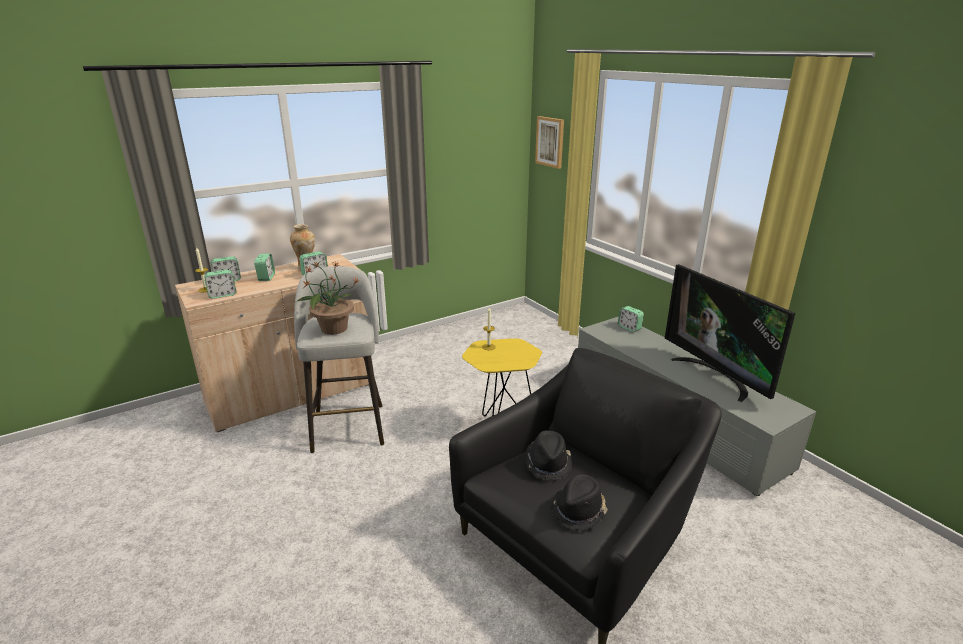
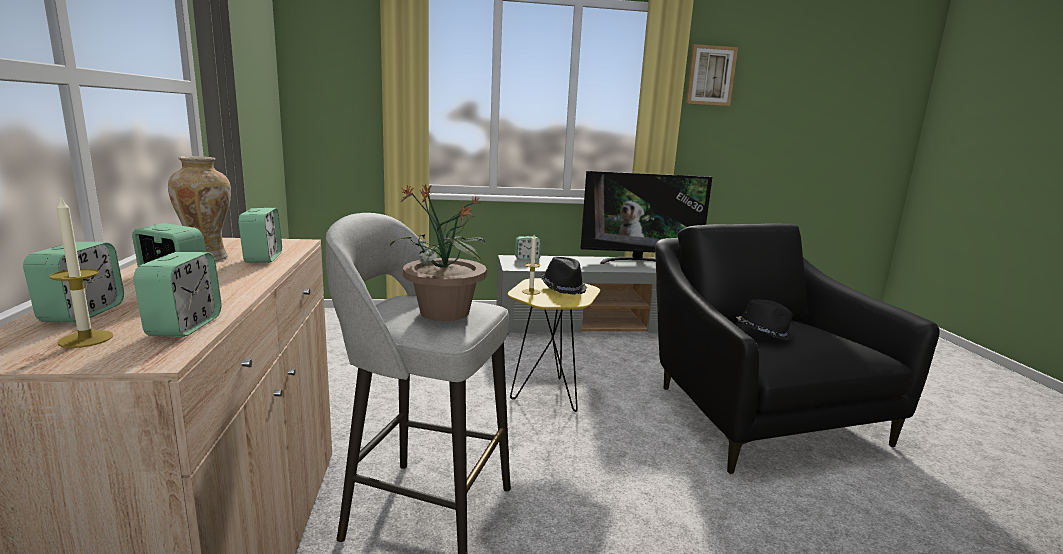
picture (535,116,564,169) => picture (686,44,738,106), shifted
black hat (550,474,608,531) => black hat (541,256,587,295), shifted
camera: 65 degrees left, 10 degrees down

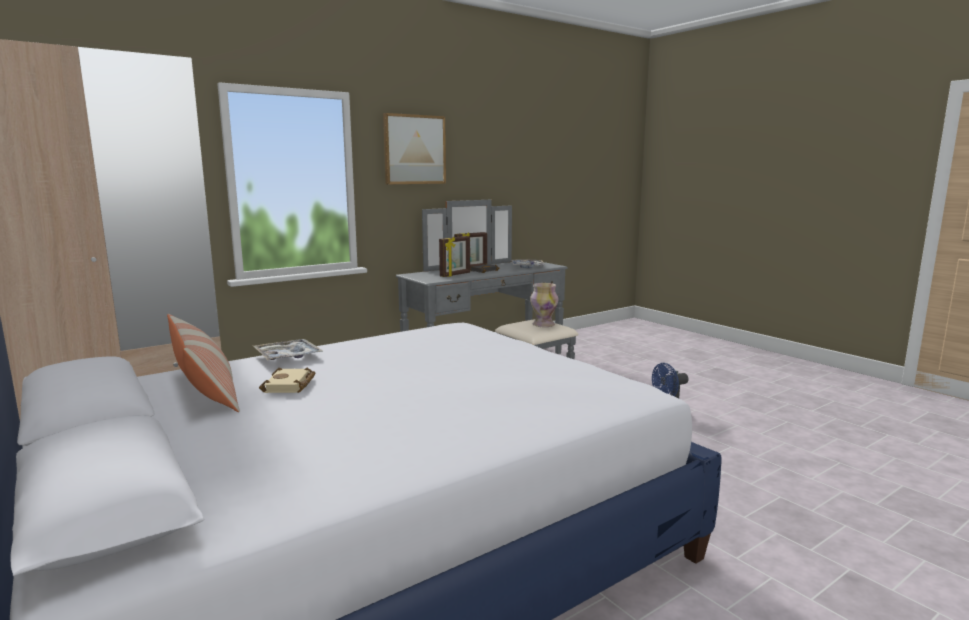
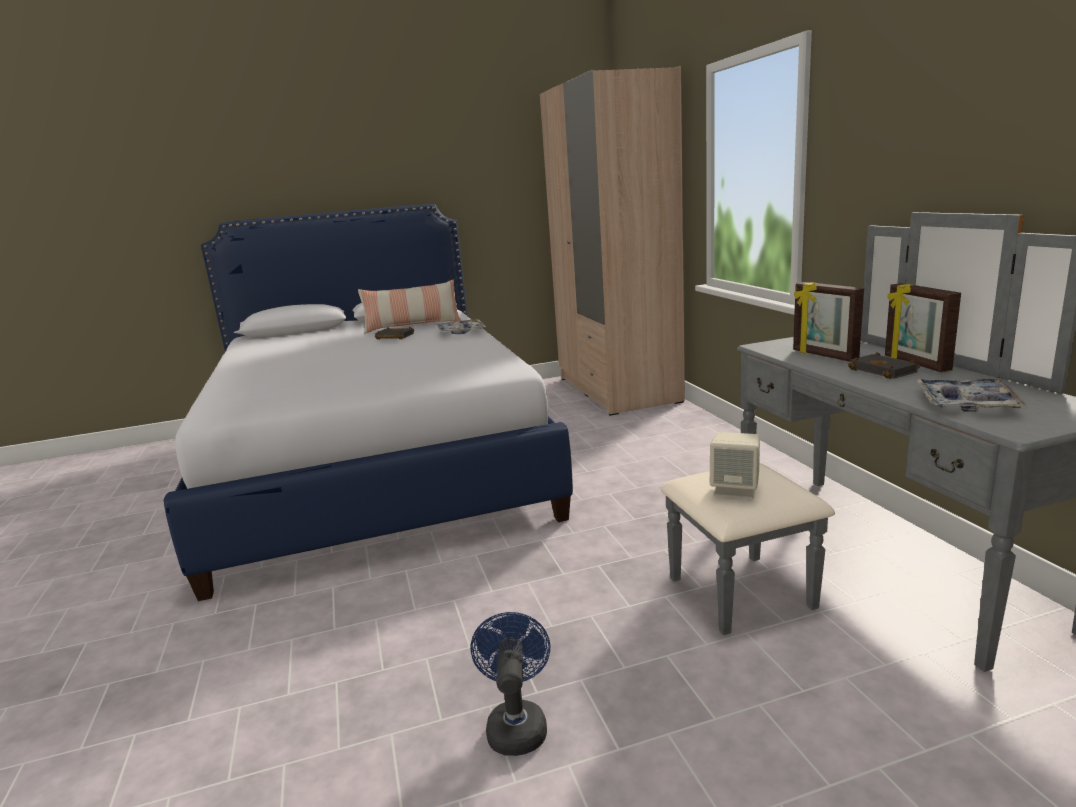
beige book (259,368,315,393) => black book (375,327,414,339)
picture (383,113,446,185) => nothing
vase (530,283,558,327) => beige speaker (710,432,760,499)
camera: 110 degrees right, 5 degrees up

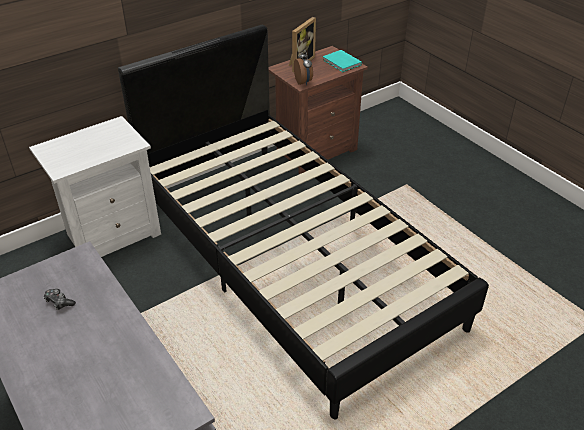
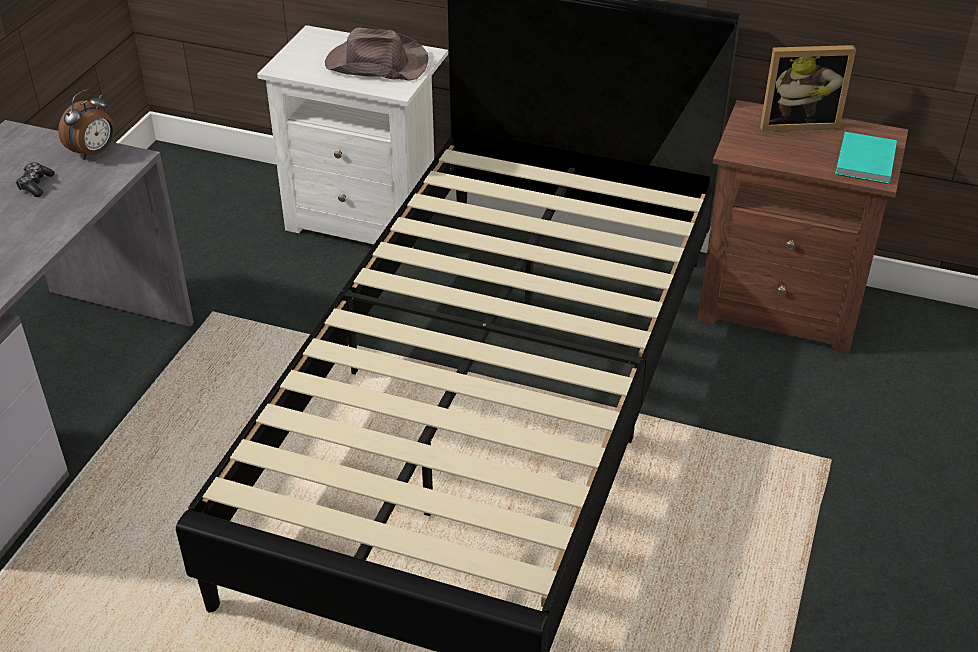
alarm clock (294,50,313,85) => alarm clock (58,89,115,160), shifted
nothing => brown hat (325,28,429,81)
camera: 55 degrees right, 0 degrees up

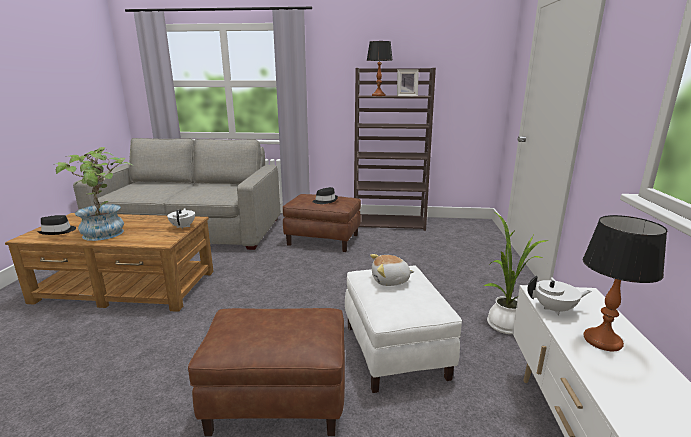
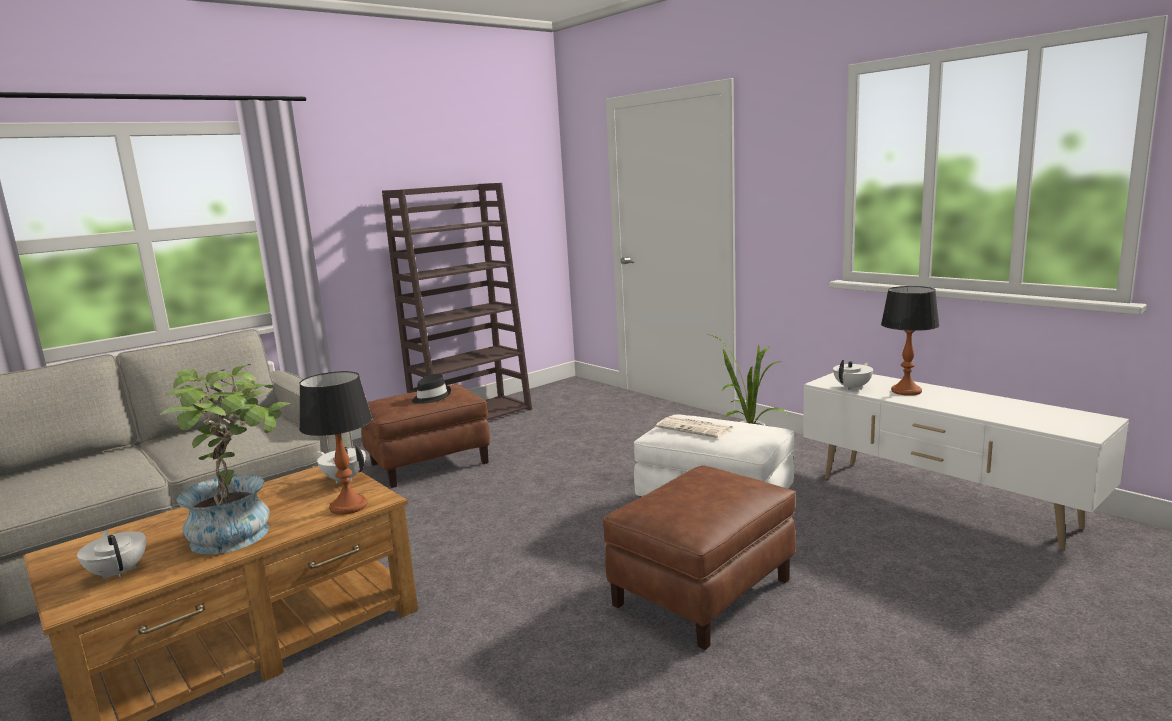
black hat (37,215,76,235) => white teapot (77,530,146,579)
table lamp (367,41,393,96) => table lamp (299,371,373,515), shifted
plush toy (370,254,415,286) => newspaper (656,416,733,438)
picture frame (397,69,419,96) => nothing
camera: 45 degrees left, 5 degrees down

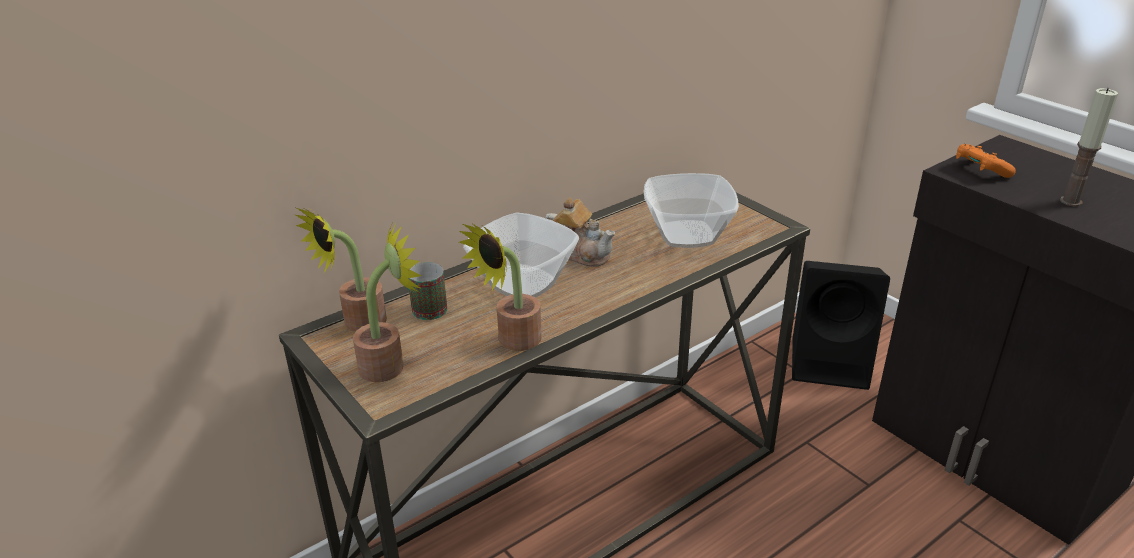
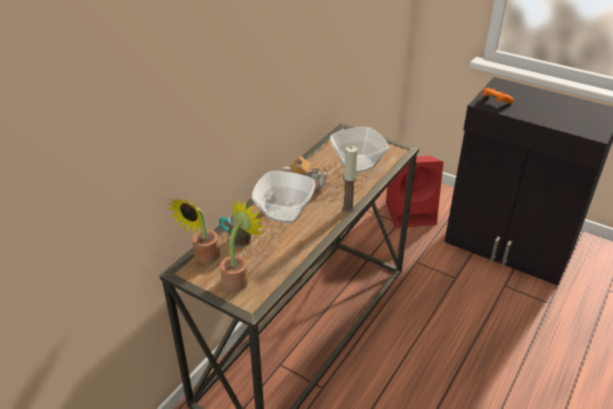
potted plant (459,223,542,351) => nothing
black speaker (792,261,890,390) => red speaker (386,156,443,228)
candle (1060,88,1118,206) => candle (342,146,357,212), shifted
camera: 20 degrees left, 5 degrees up

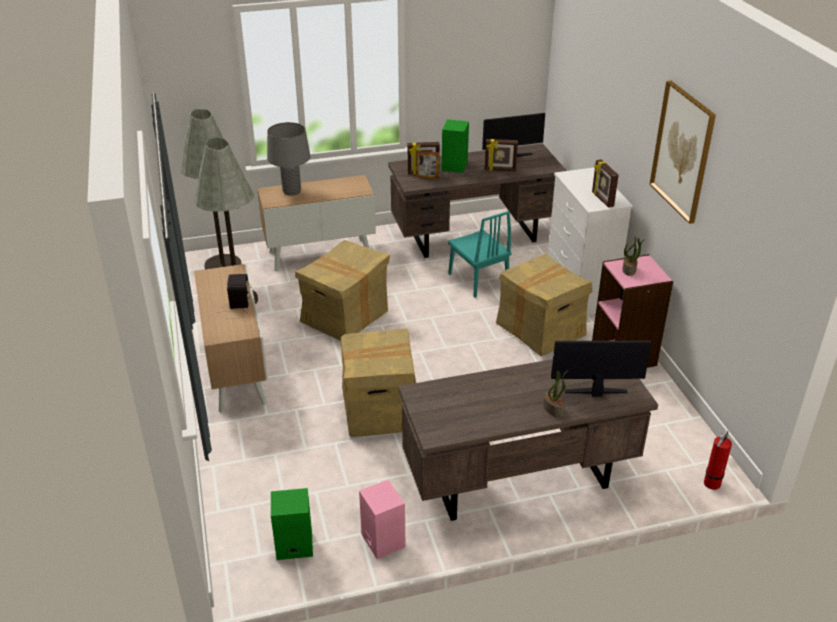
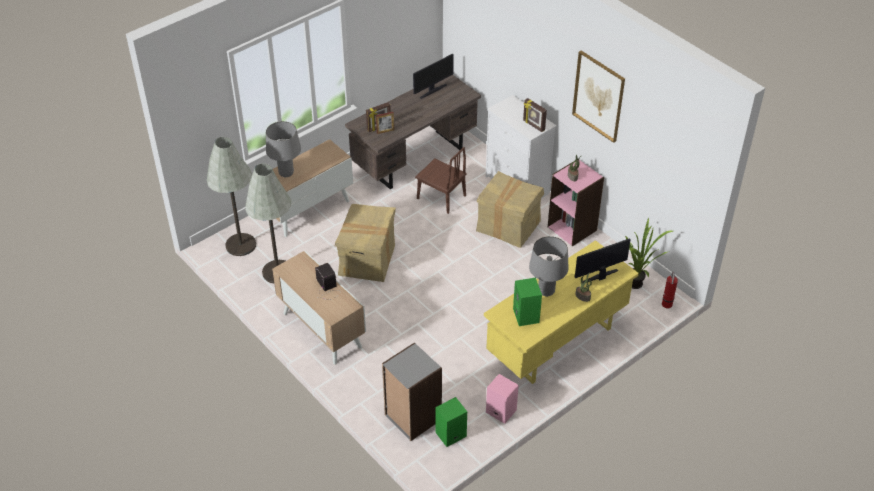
cardboard box (341,328,416,437) => nothing
brown desk (399,359,658,521) => yellow desk (484,240,639,384)
green speaker (442,119,469,173) => green speaker (513,277,542,326), shifted
turquoise chair (448,211,511,298) => brown chair (415,147,466,214)
picture frame (485,139,518,171) => nothing
nothing => grey bookcase (382,342,442,441)
nothing => grey table lamp (529,236,569,297)
nothing => potted plant (625,218,673,289)
camera: 25 degrees left, 10 degrees up

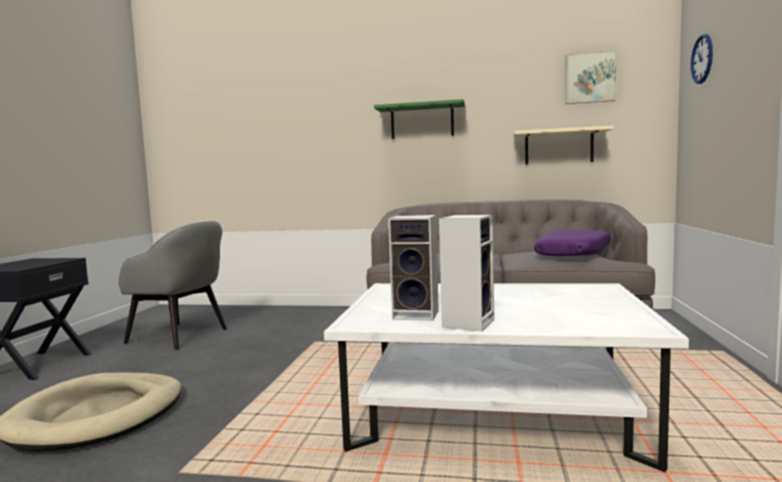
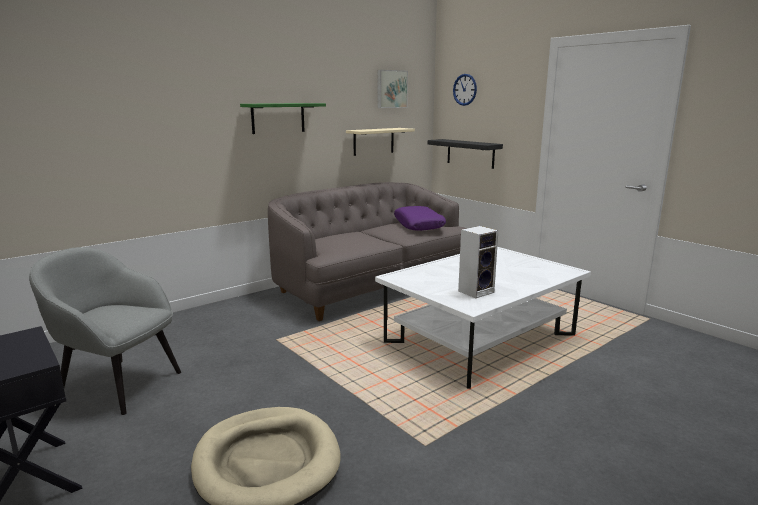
grey armchair (119,221,227,350) => grey armchair (29,247,181,415), 135 degrees counterclockwise
speaker (439,215,494,332) => nothing
nothing => black shelf (428,139,503,169)
camera: 50 degrees left, 10 degrees up

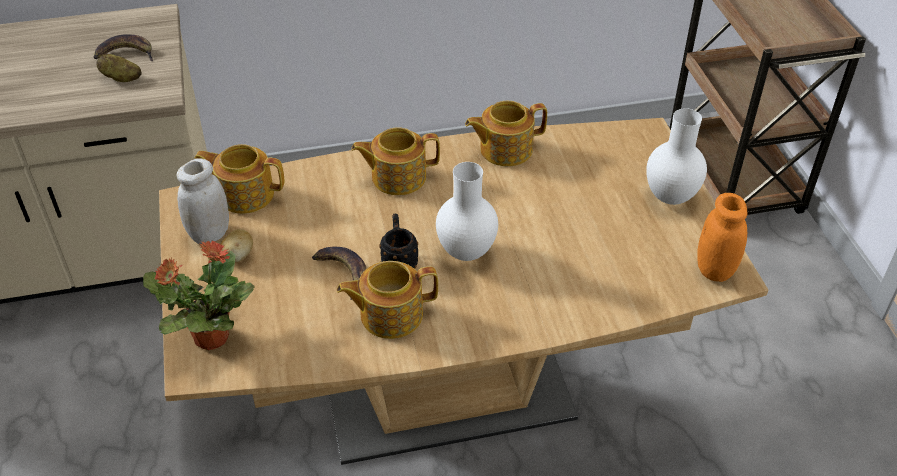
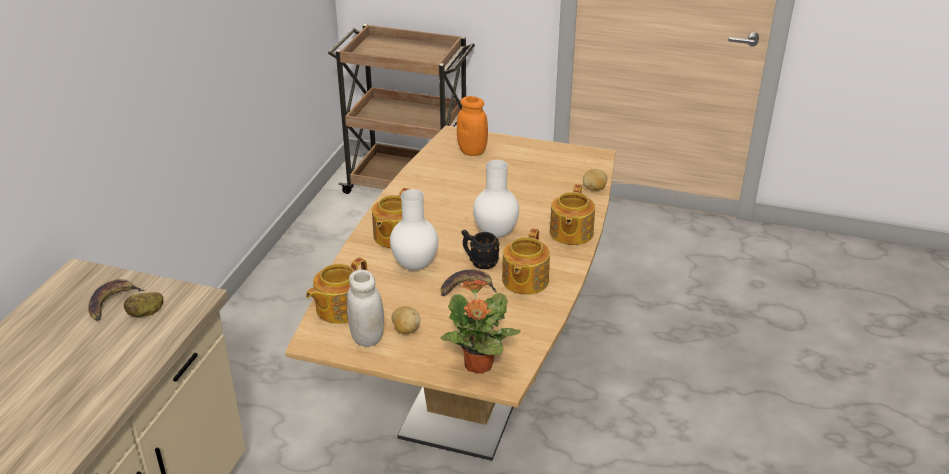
teapot (465,101,547,166) => teapot (550,184,595,245), shifted
white vase (646,108,707,205) => white vase (390,189,438,271), shifted
orange jar (697,193,747,282) => orange jar (457,96,488,156), shifted
nothing => potato (583,169,607,190)
camera: 60 degrees left, 10 degrees down

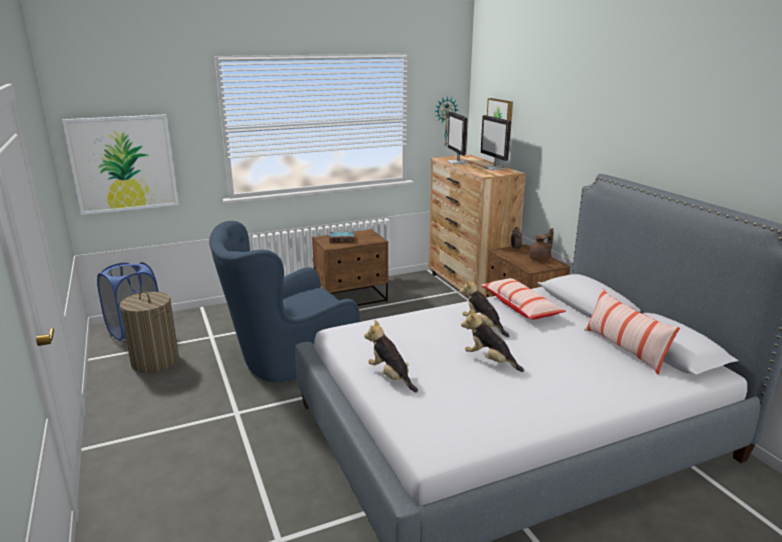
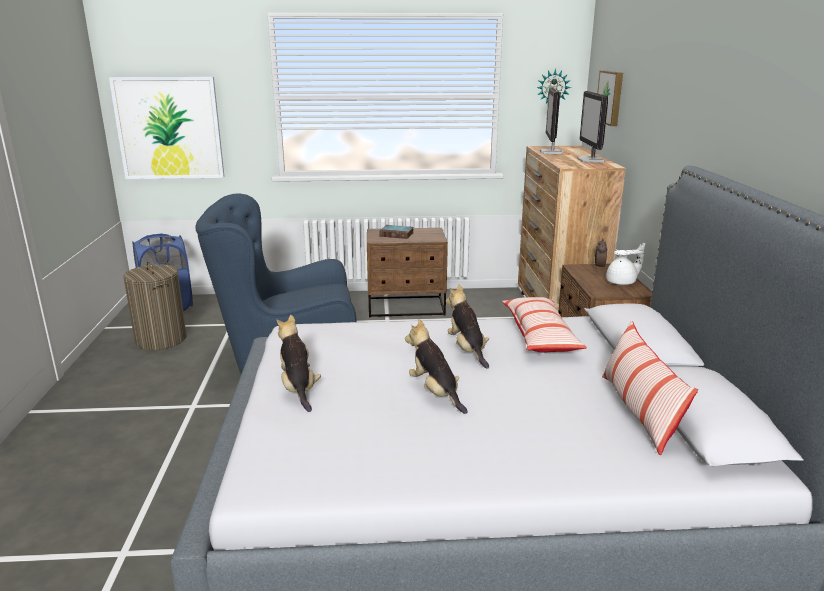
brown teapot (529,228,554,261) => white teapot (606,243,645,285)
camera: 20 degrees right, 0 degrees up

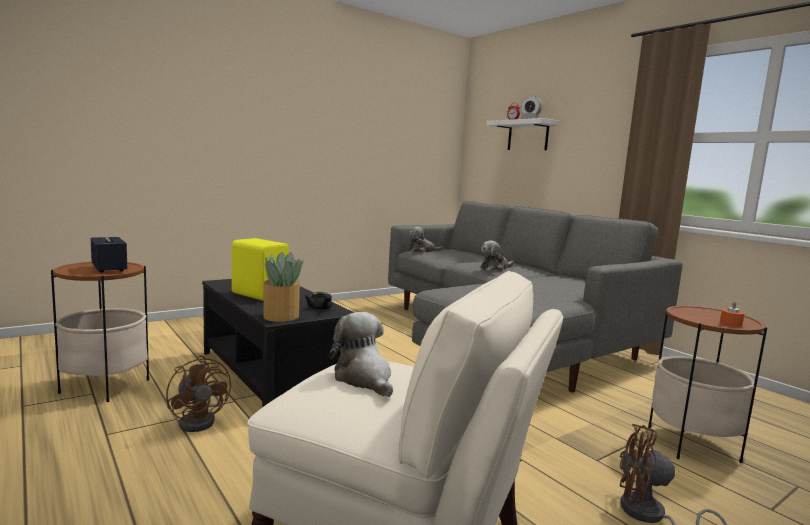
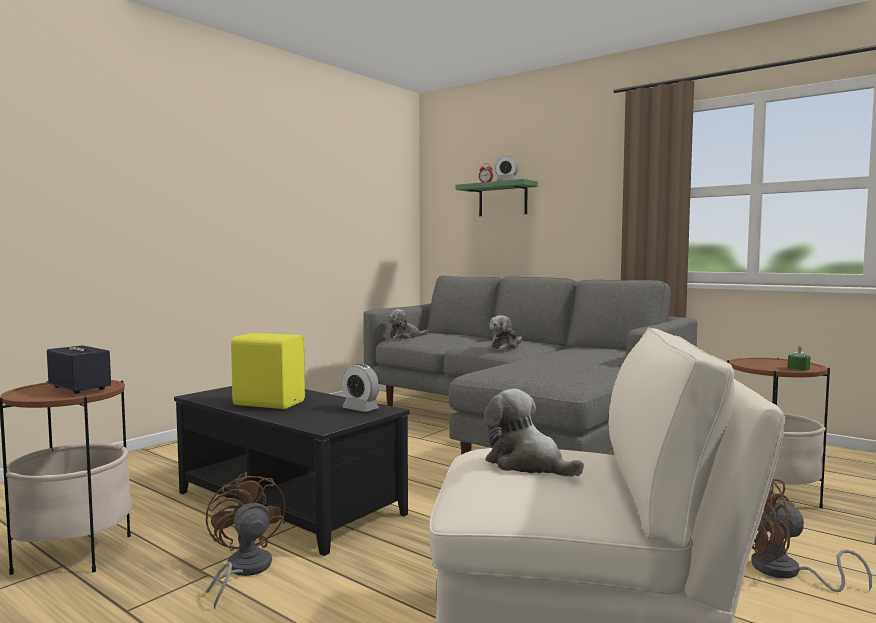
brown fan (166,355,231,432) => brown fan (206,472,286,609), 150 degrees counterclockwise
potted plant (263,252,304,322) => nothing
black teapot (305,292,332,310) => alarm clock (342,364,379,412)
white shelf (487,118,559,150) => green shelf (456,179,538,216)
orange candle (720,301,745,327) => green candle (788,345,811,370)
camera: 15 degrees left, 5 degrees down

